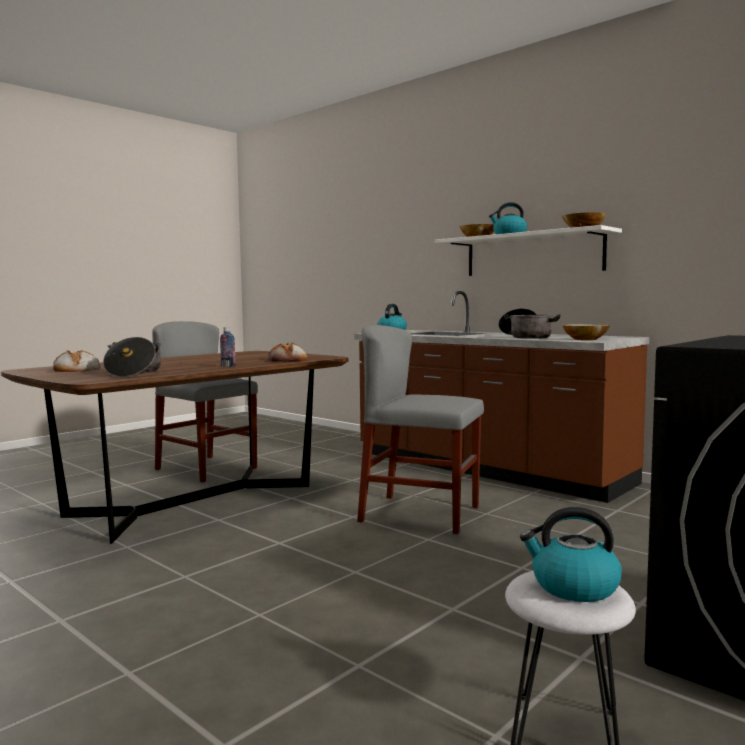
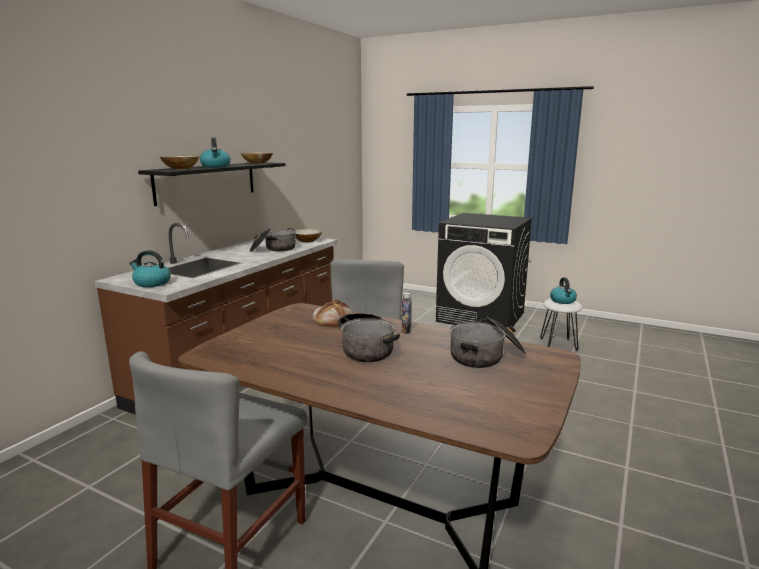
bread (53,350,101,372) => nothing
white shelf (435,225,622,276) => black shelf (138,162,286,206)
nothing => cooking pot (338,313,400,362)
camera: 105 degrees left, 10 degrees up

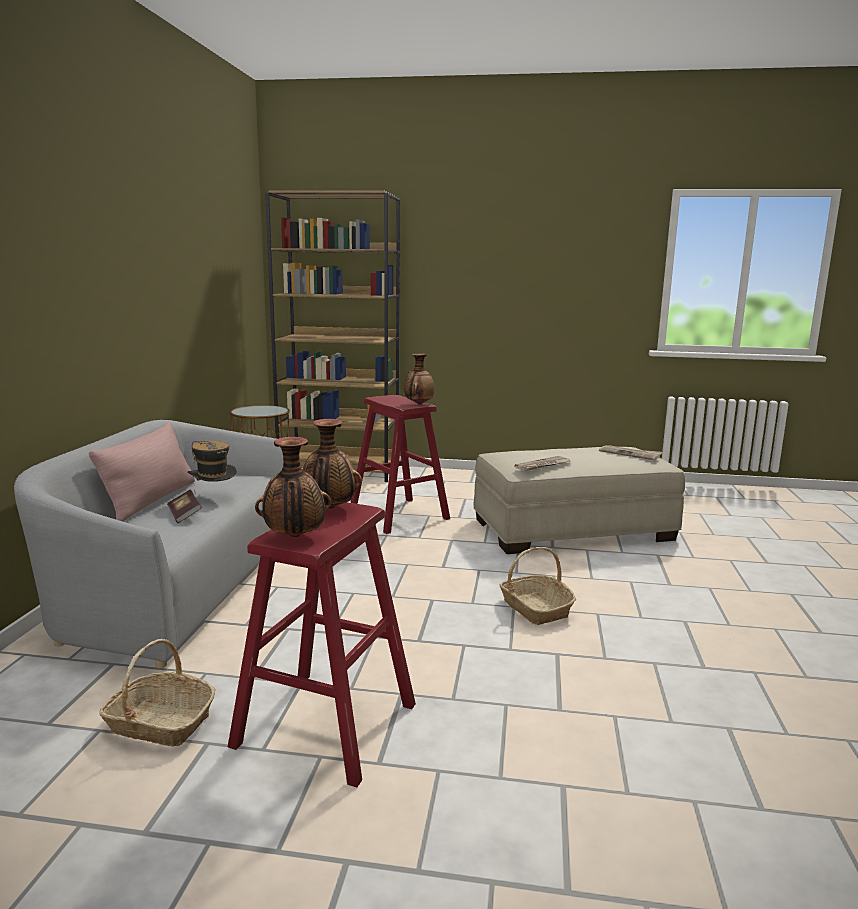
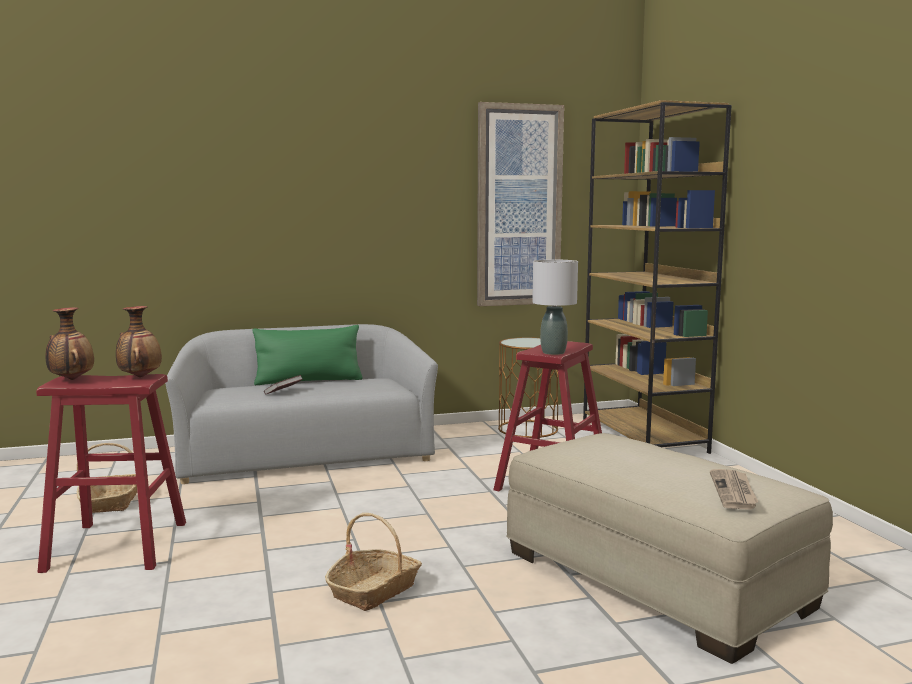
pink pillow (89,422,195,521) => green pillow (252,325,363,385)
hat (187,440,237,491) => nothing
vase (404,353,434,404) => grey table lamp (532,259,578,355)
newspaper (514,456,570,471) => nothing
nothing => picture (477,102,564,306)
camera: 65 degrees right, 5 degrees down

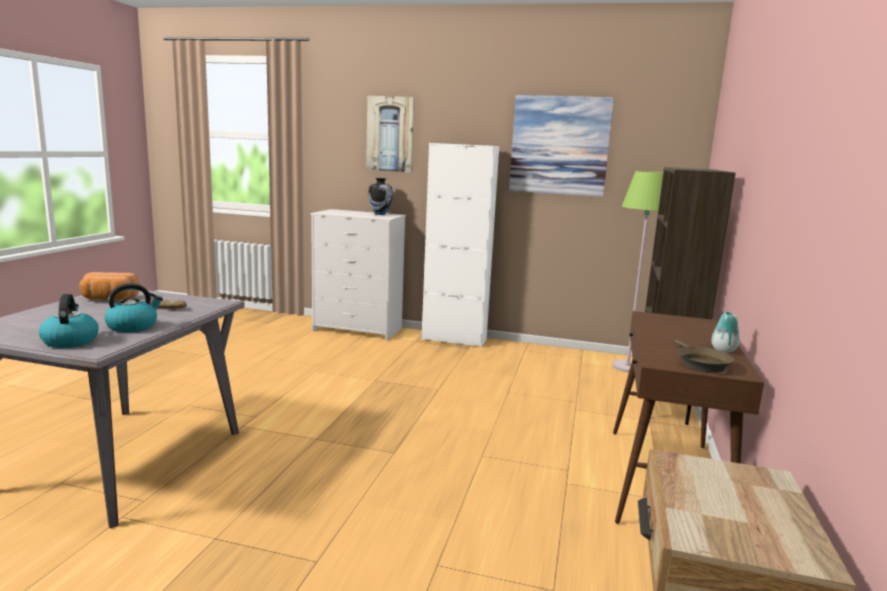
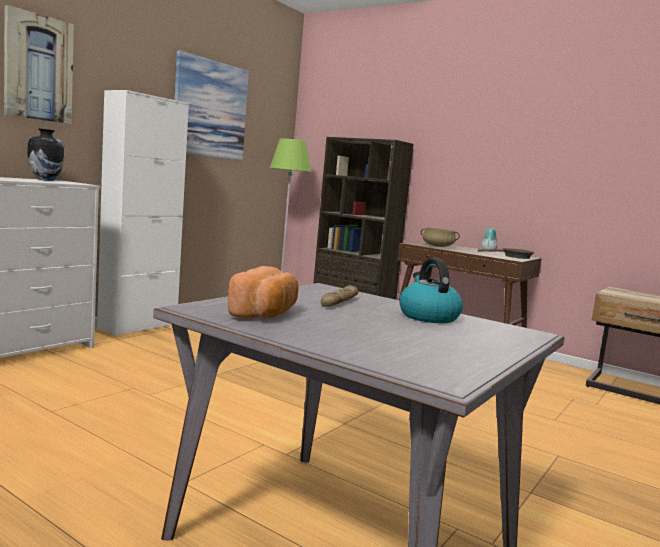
kettle (39,294,99,348) => nothing
nothing => beige cooking pot (421,228,460,247)
camera: 70 degrees left, 5 degrees down

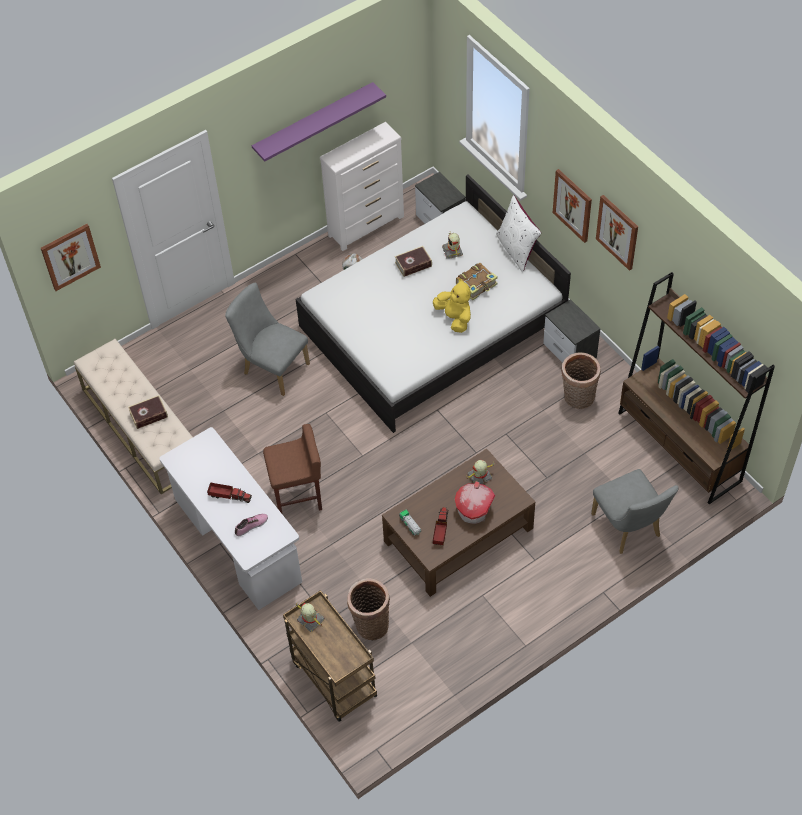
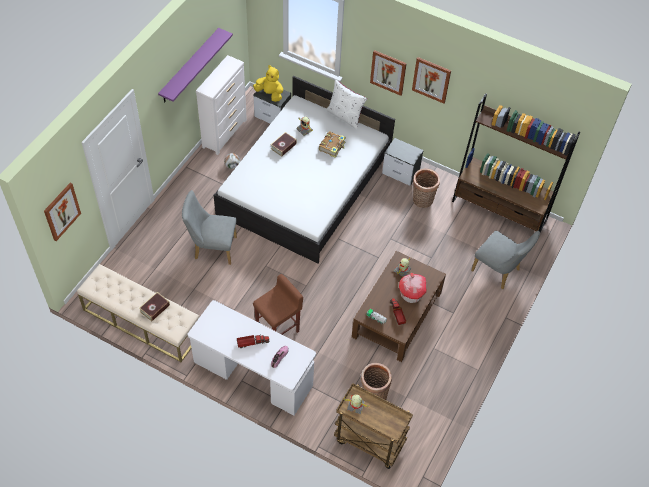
yellow plush toy (433,278,471,333) => yellow plush toy (253,65,283,102), shifted
camera: 30 degrees left, 0 degrees up

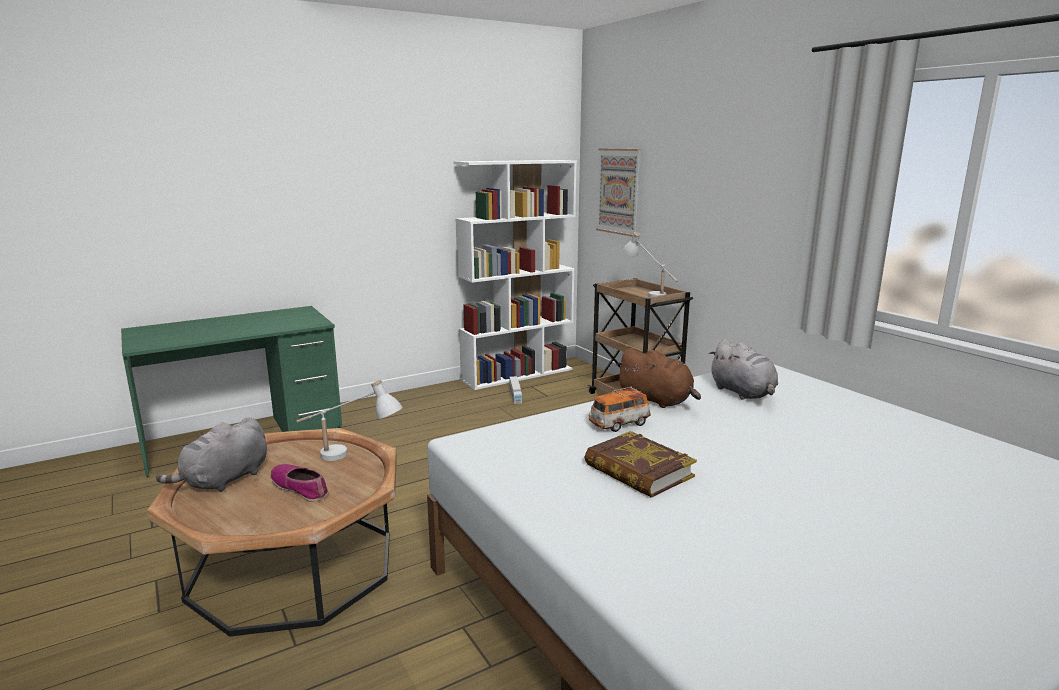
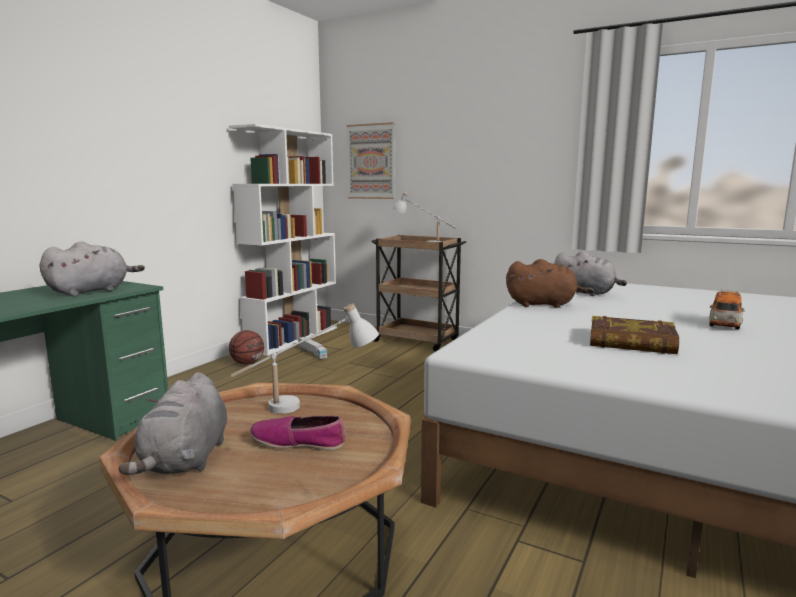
toy car (589,387,651,432) => toy car (709,290,744,330), shifted
nothing => grey plush toy (39,241,145,296)
nothing => basketball (229,330,264,364)
camera: 30 degrees left, 5 degrees down

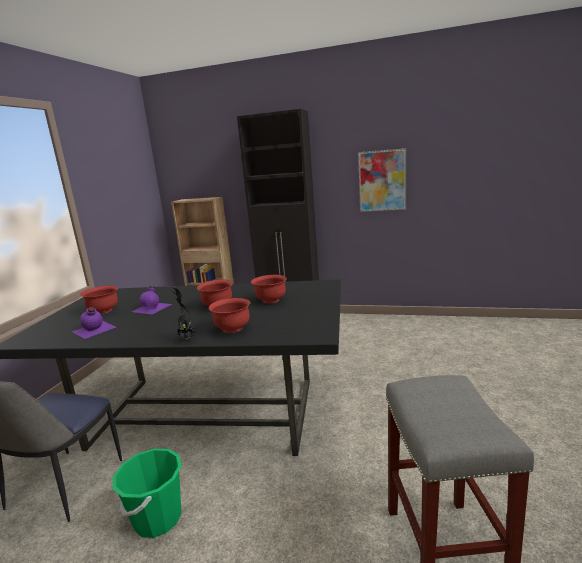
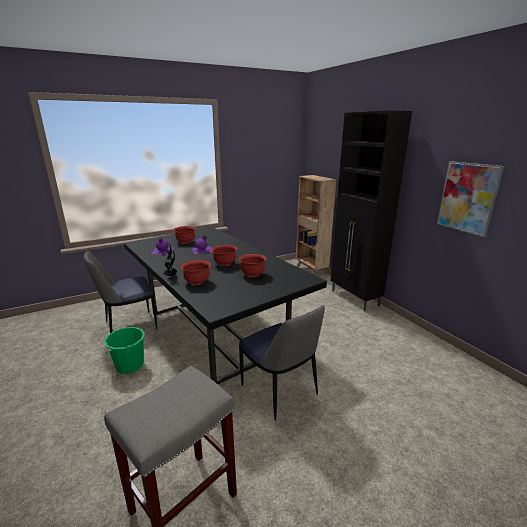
nothing => chair (239,305,325,421)
camera: 45 degrees right, 5 degrees up

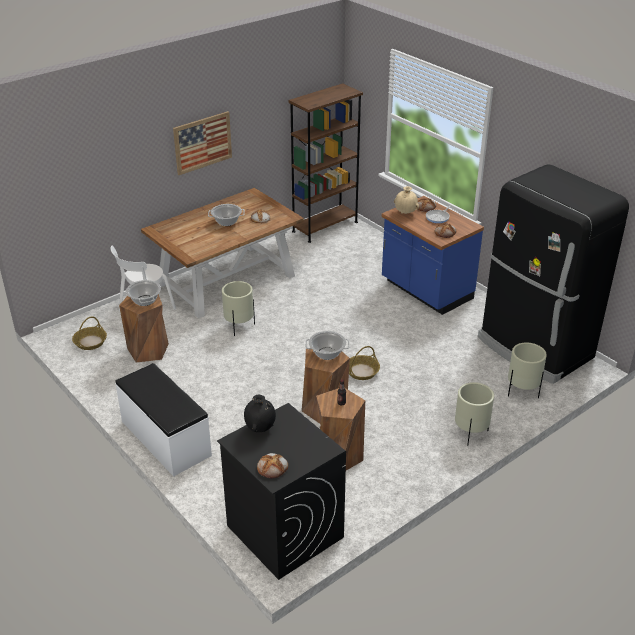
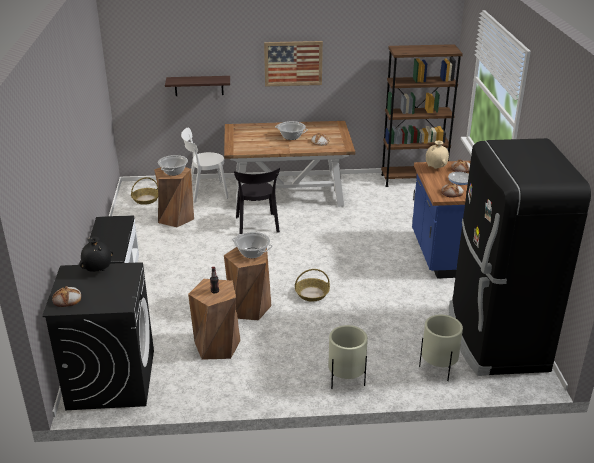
beige planter (222,281,255,336) => black chair (234,168,280,234)
nothing => shelf (165,76,230,96)
camera: 35 degrees right, 5 degrees down

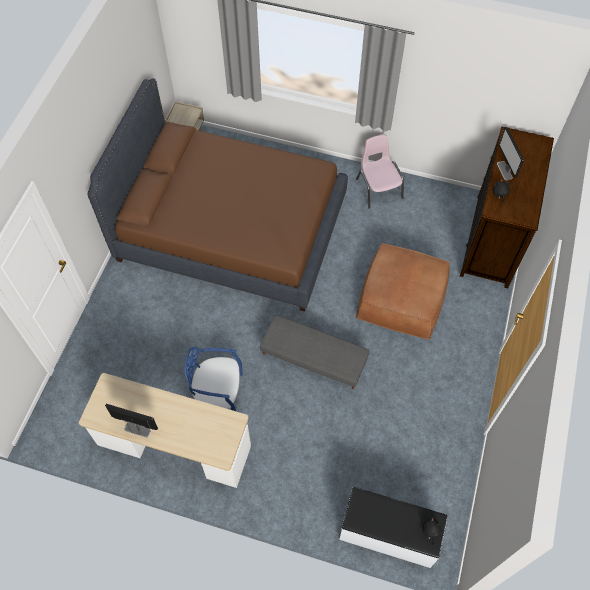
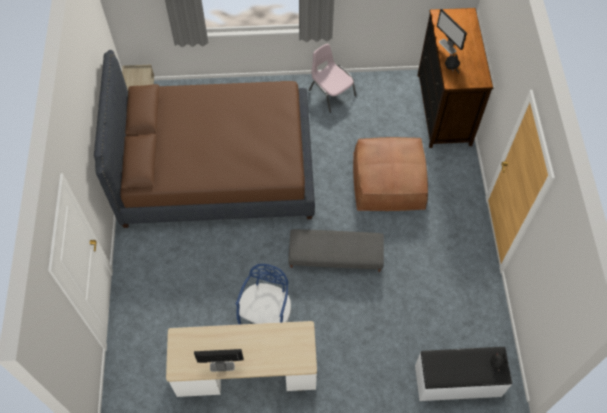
blue chair (185,347,243,411) => blue chair (236,264,291,325), 120 degrees clockwise
camera: 20 degrees left, 0 degrees up

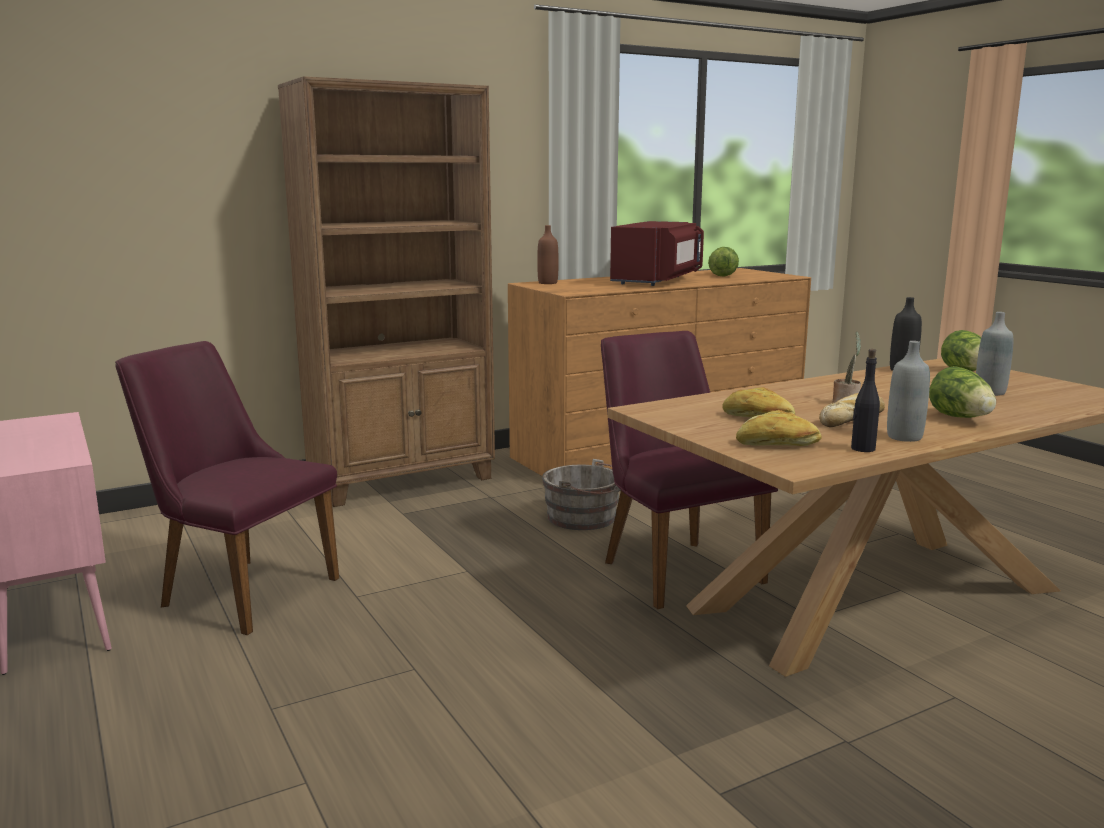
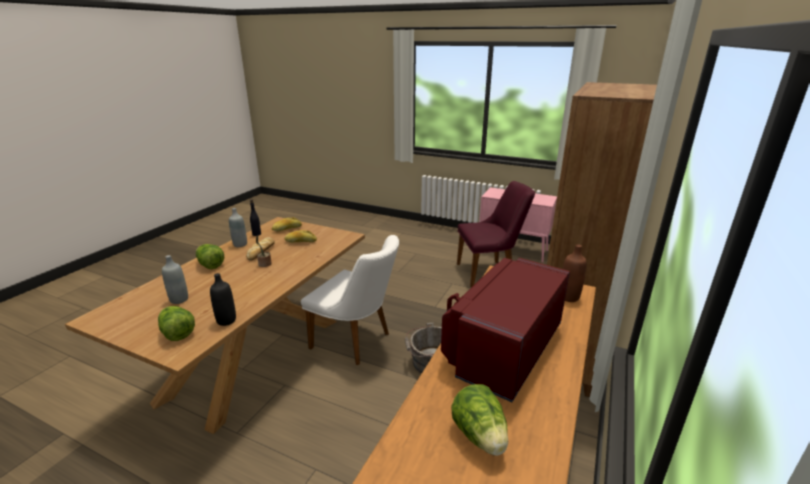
purple chair (601,331,778,609) => white chair (301,235,399,365)
red microwave (610,221,704,286) => red microwave (441,258,570,402), 45 degrees clockwise
camera: 145 degrees right, 10 degrees up

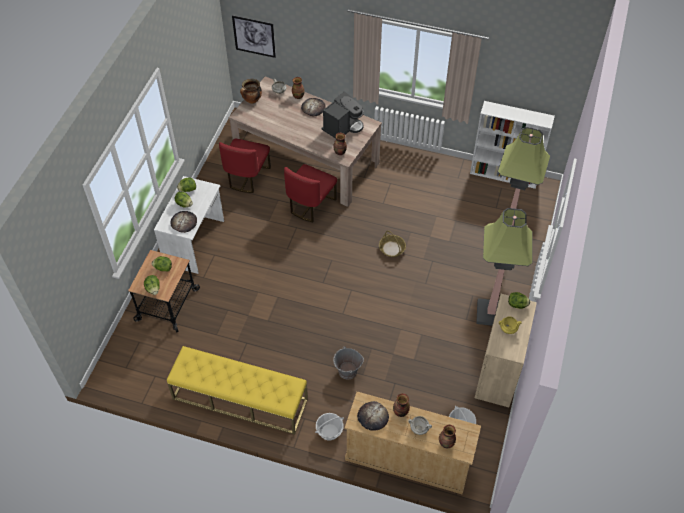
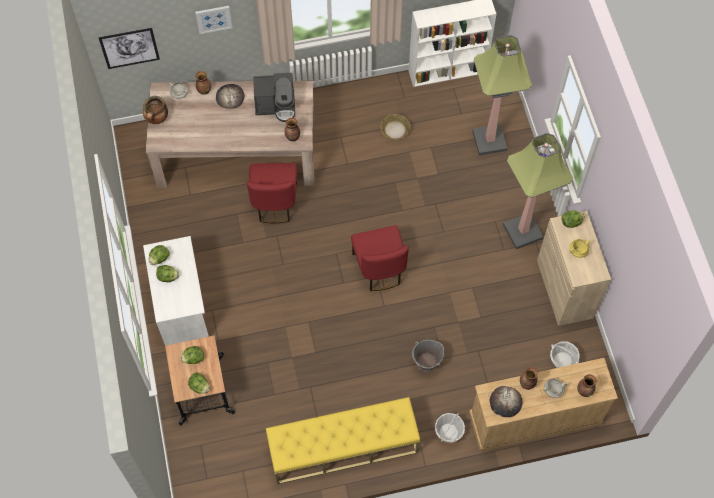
bread (170,211,197,233) => nothing
red chair (219,139,271,193) => red chair (351,225,409,291), shifted
coffee machine (321,91,364,139) => coffee machine (253,73,295,122), 75 degrees clockwise
basket (379,231,406,257) => basket (380,114,410,140), shifted
nothing => picture (195,6,232,34)
camera: 30 degrees left, 10 degrees up

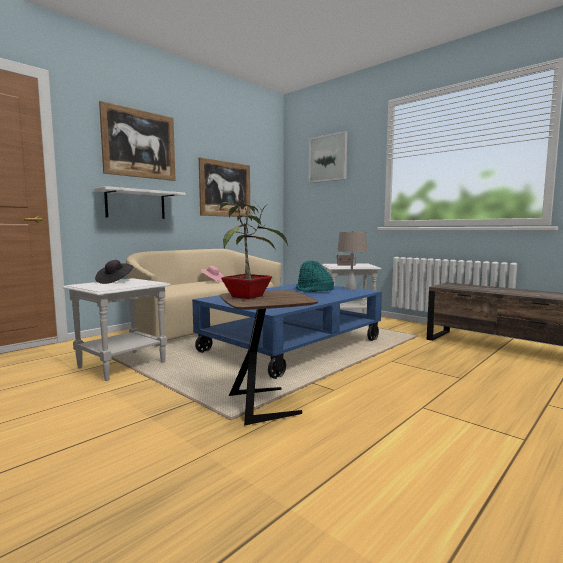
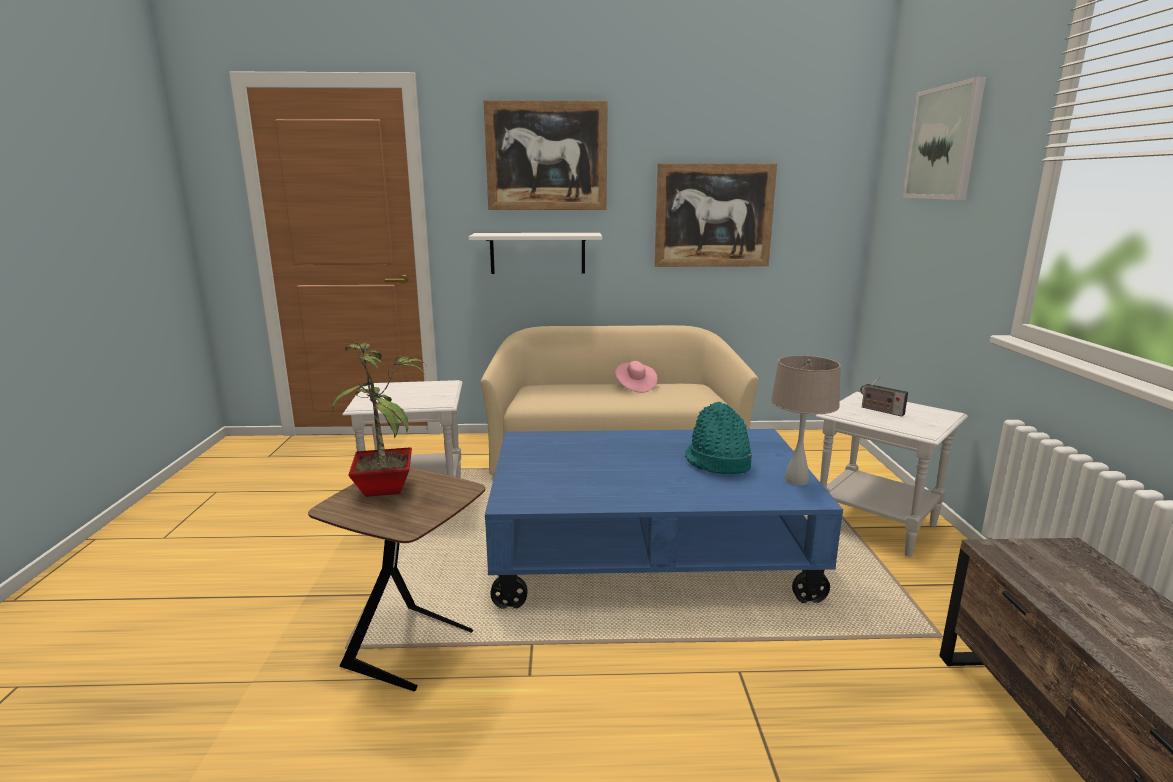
black hat (95,260,133,284) => nothing
camera: 45 degrees right, 10 degrees up

